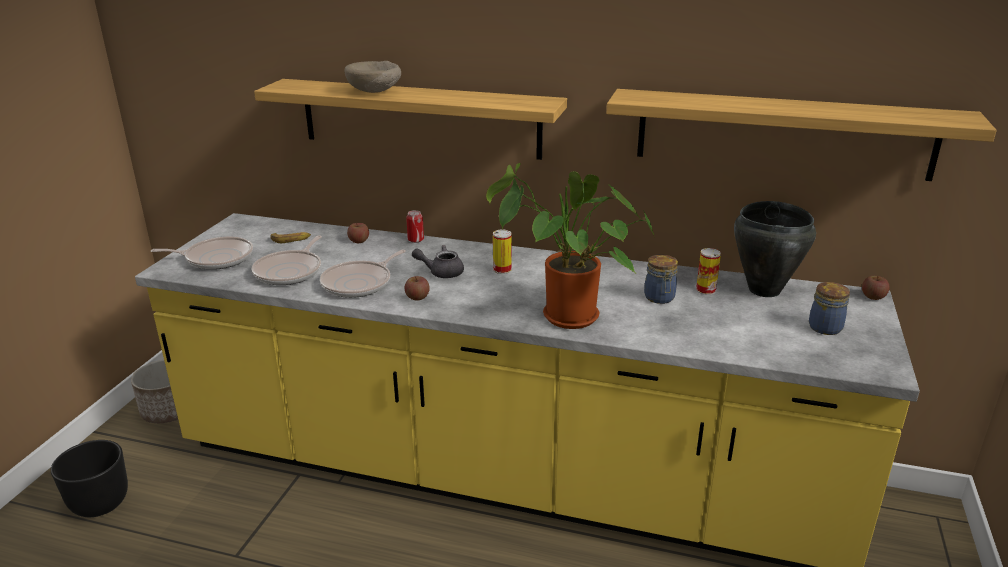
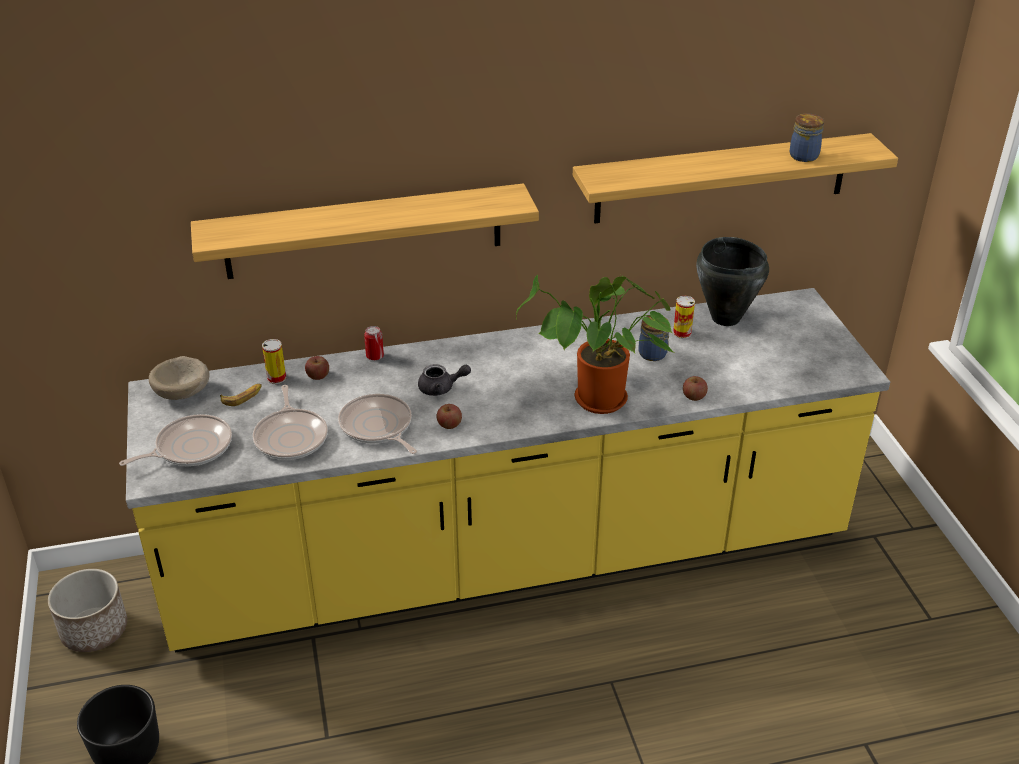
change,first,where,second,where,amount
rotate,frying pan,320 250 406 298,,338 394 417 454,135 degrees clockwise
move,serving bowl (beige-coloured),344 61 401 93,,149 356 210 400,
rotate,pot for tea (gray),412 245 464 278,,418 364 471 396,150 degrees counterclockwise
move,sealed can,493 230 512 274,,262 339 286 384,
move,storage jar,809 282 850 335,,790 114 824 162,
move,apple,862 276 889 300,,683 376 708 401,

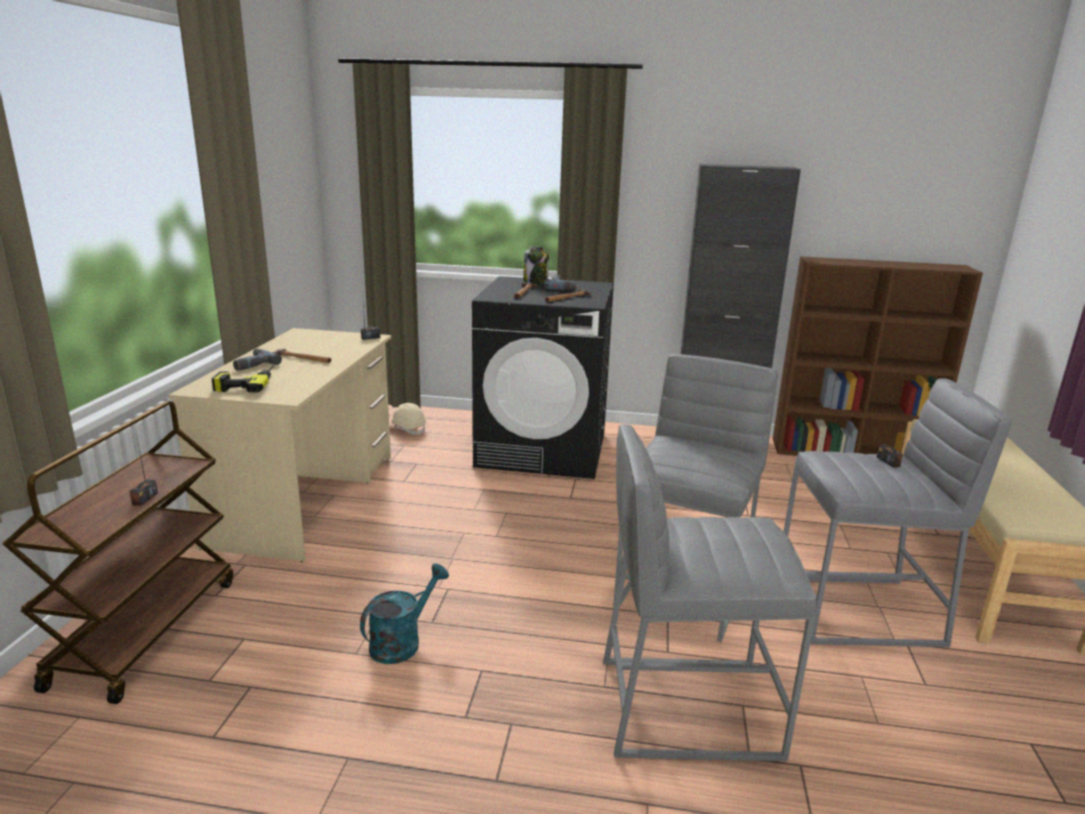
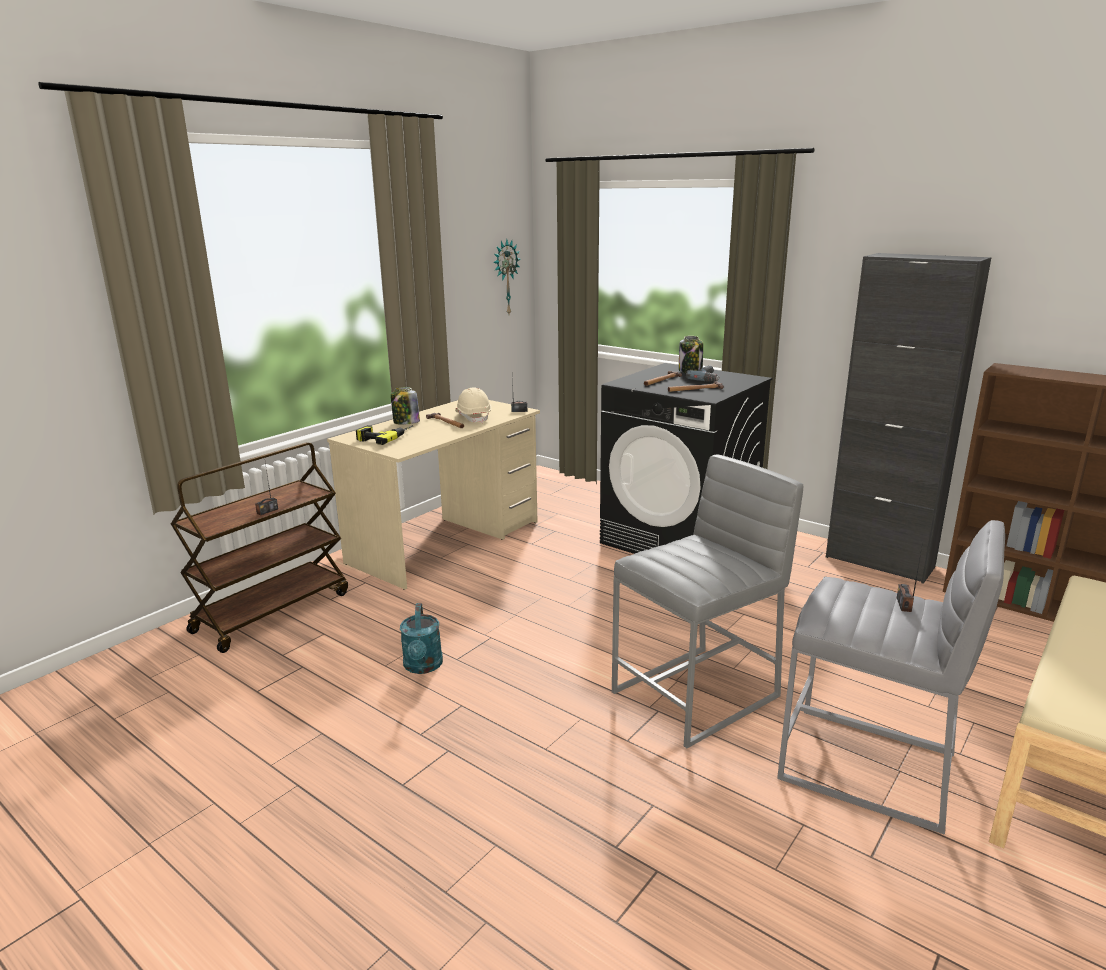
change,first,where,second,where,amount
replace,power drill,233 348 282 371,storage jar,391 387 420 425,
rotate,watering pot (blue-green),360 563 449 664,,400 603 443 674,105 degrees clockwise
move,work helmet (beige-coloured),389 403 427 435,,455 387 492 423,
delete,stool (gray),603 424 817 761,,,
insert,,,clock on the wall,493 239 521 314,

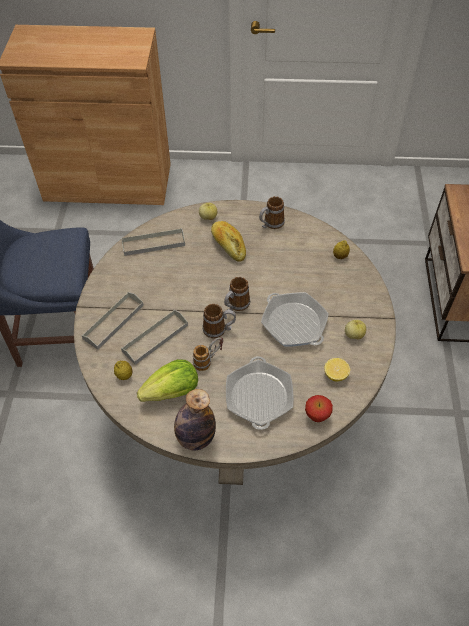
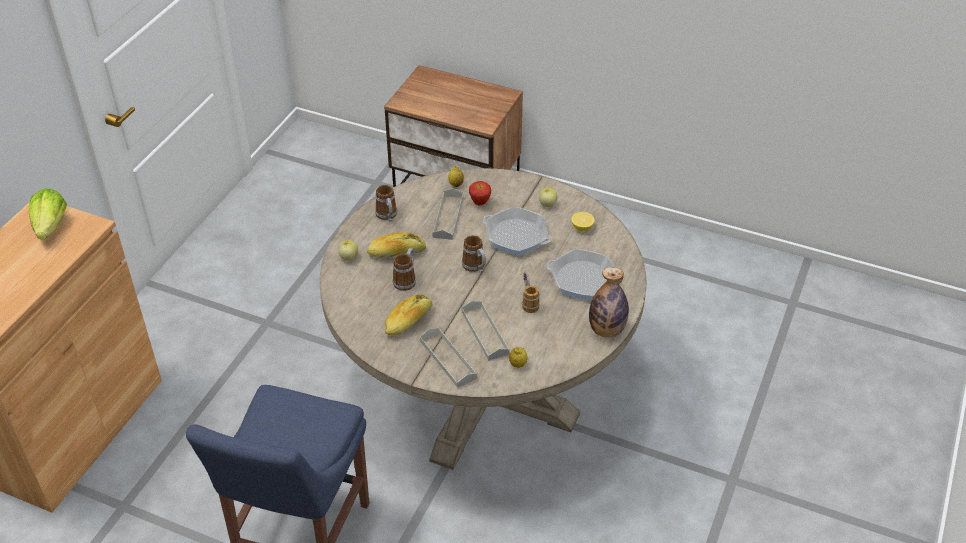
change,first,where,second,where,amount
move,tray (gray),122 228 185 256,,432 188 463 240,
move,lettuce head,137 359 198 402,,29 188 67 240,
move,tea mug,203 304 236 339,,393 248 416 291,
rotate,frying pan,261 292 329 347,,483 207 552 256,45 degrees clockwise
move,apple,305 395 333 422,,469 181 491 205,
insert,,,bakery bread,385 294 432 336,

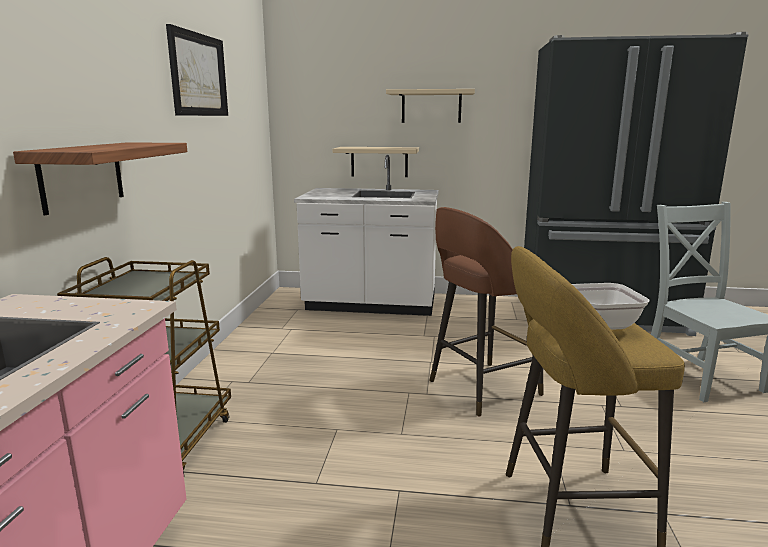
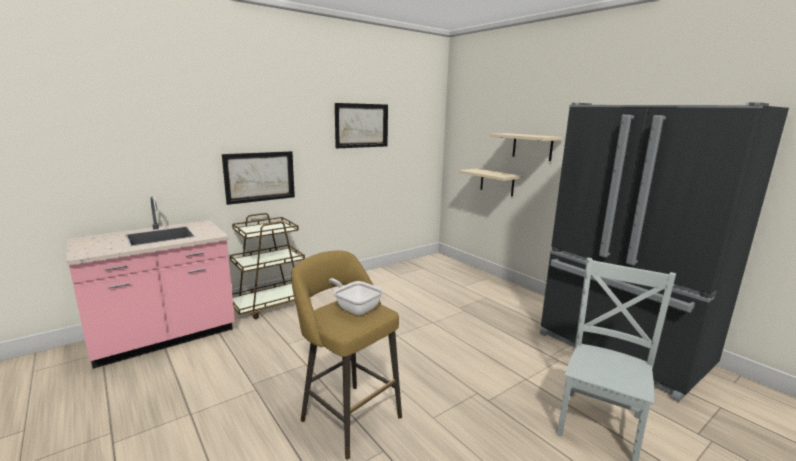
change,first,where,second,where,amount
replace,wall shelf,13 142 187 215,wall art,222 151 295 205,
delete,kitchen counter (white-coloured),294 155 439 316,,,
delete,stool (brown-coloured),429 207 544 416,,,

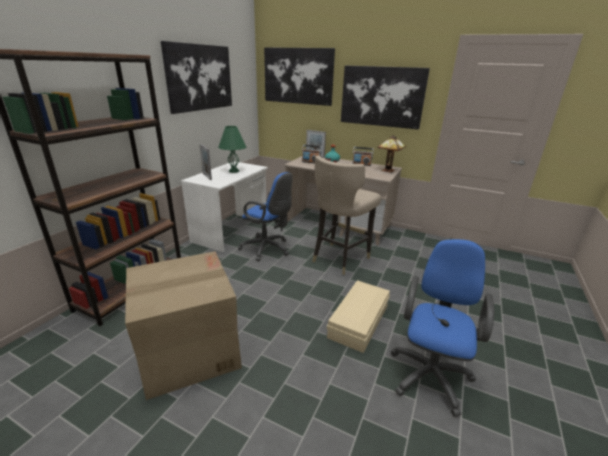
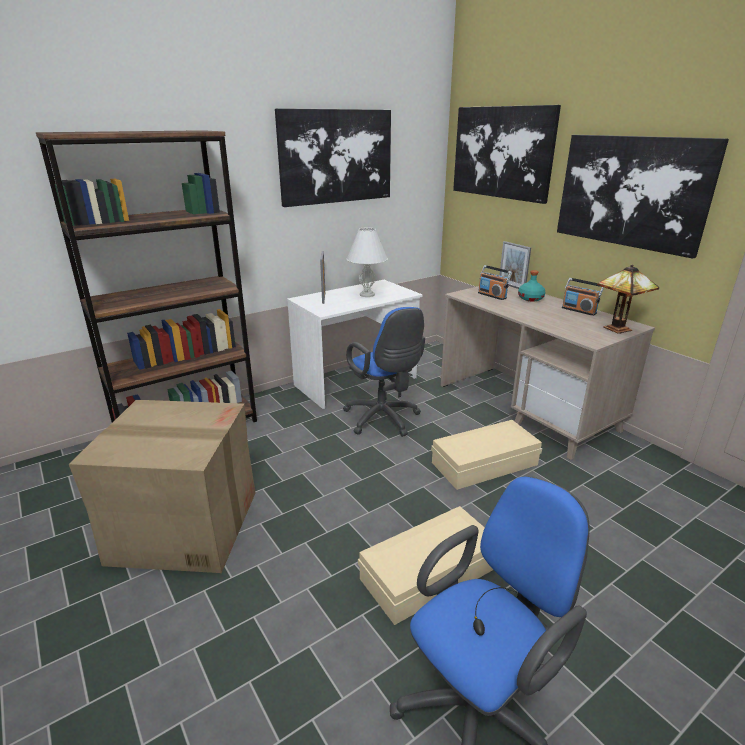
change,first,where,second,where,amount
recolor,table lamp (green),218 126 247 173,table lamp (white-coloured),347 227 388 297,
replace,stool (beige-coloured),312 155 381 275,storage container (beige-coloured),431 420 542 490,

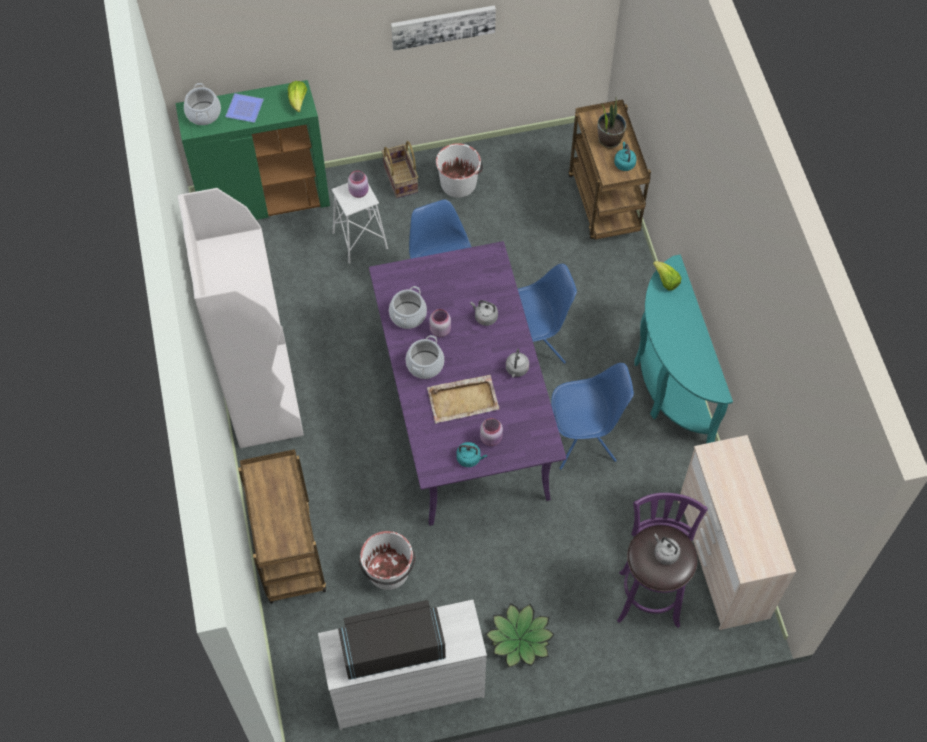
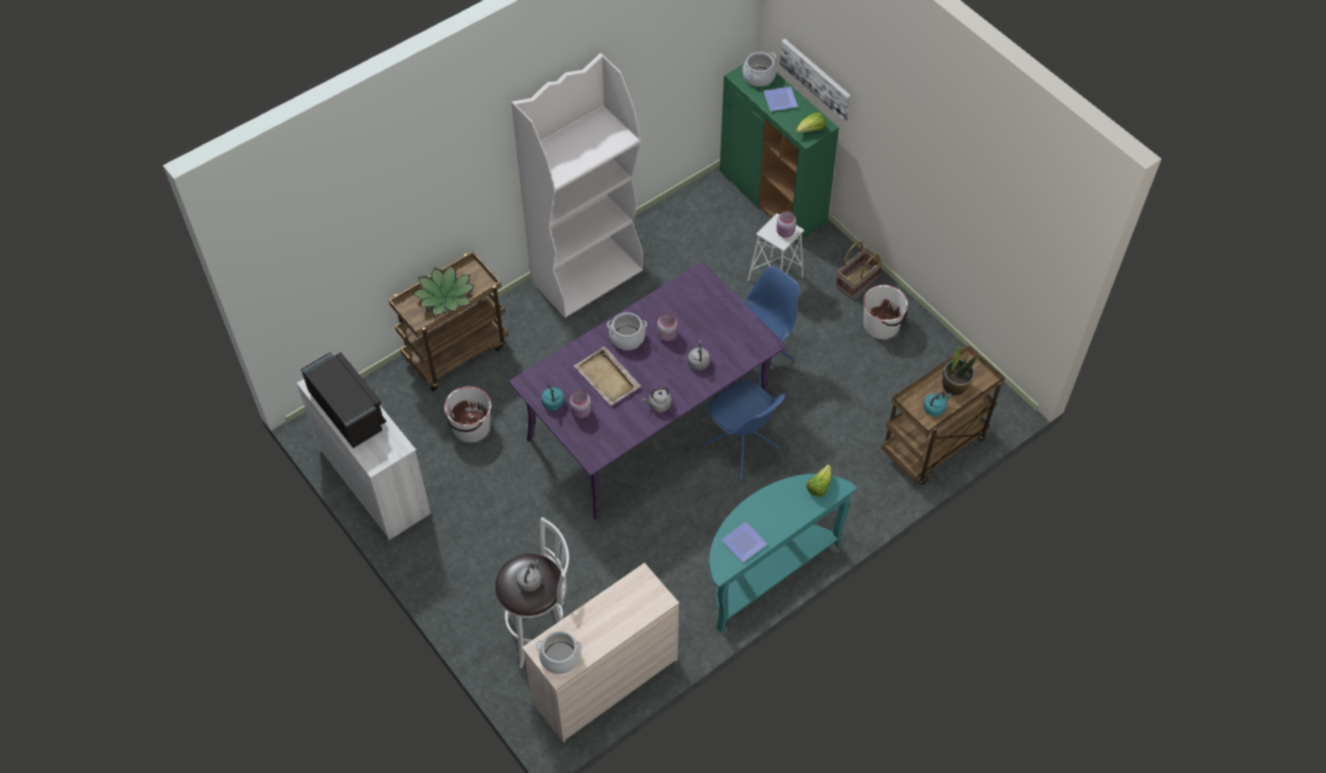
change,first,where,second,where,amount
move,stockpot,389 286 427 329,,536 631 582 674,
move,wall art,391 5 496 51,,780 39 851 121,
move,houseplant,486 603 555 668,,413 265 475 316,
delete,upright chair (bluish),551 363 634 469,,,
recolor,stool (purplish),617 493 708 628,stool (white-coloured),495 517 569 669,
insert,,,plate,721 521 767 563,

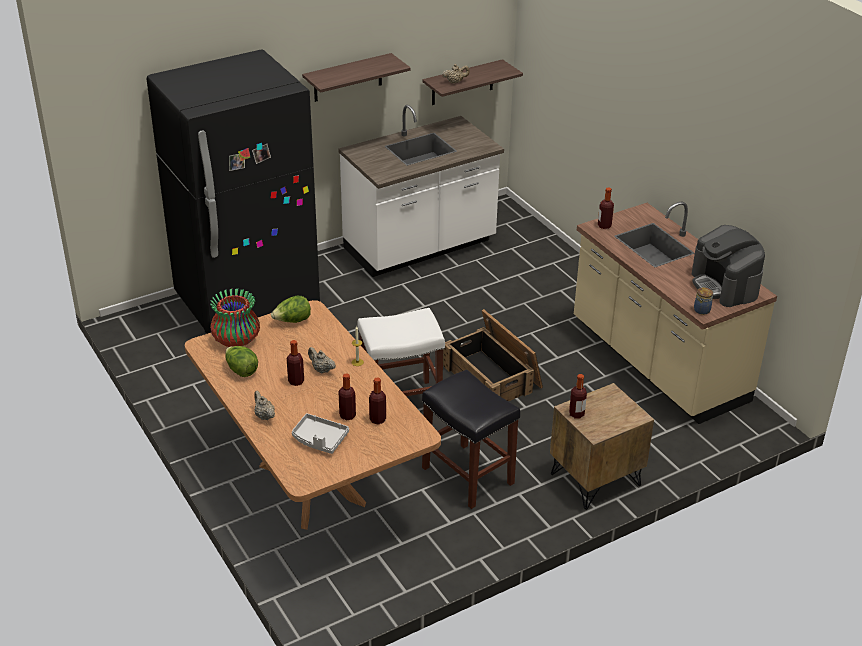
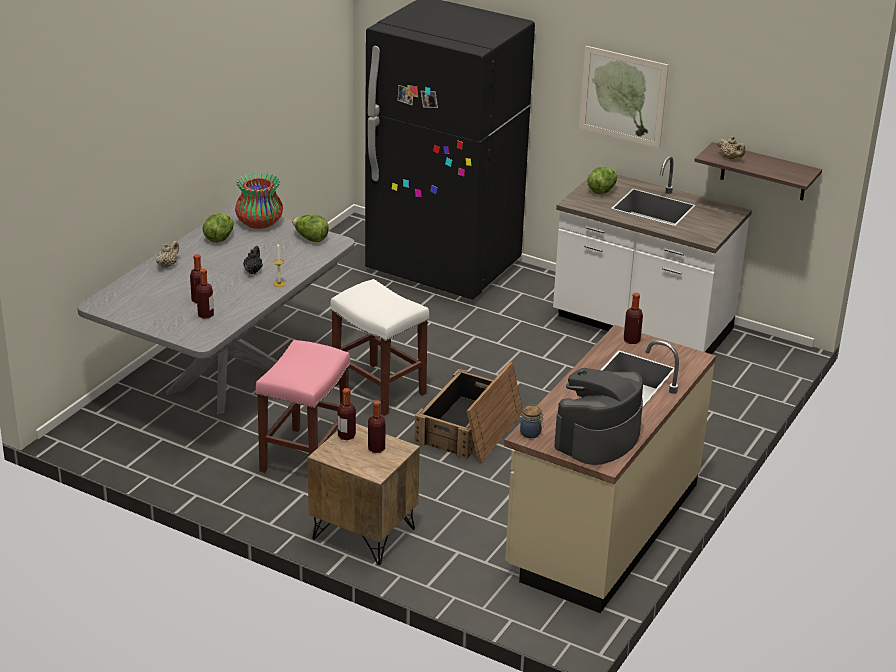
change,first,where,second,where,amount
recolor,kitchen table (brown-coloured),185 300 441 530,kitchen table (gray),78 205 354 414,
move,bottle,287 340 304 386,,368 400 386 453,
delete,tray (gray),292 413 349 454,,,
replace,wall shelf,302 53 411 102,wall art,579 46 669 149,
recolor,pot for tea (beige-coloured),308 347 336 373,pot for tea (black),243 246 263 274,
recolor,stool (black),422 369 520 509,stool (pink-coloured),256 340 350 473,
insert,,,lettuce head,587 167 617 194,

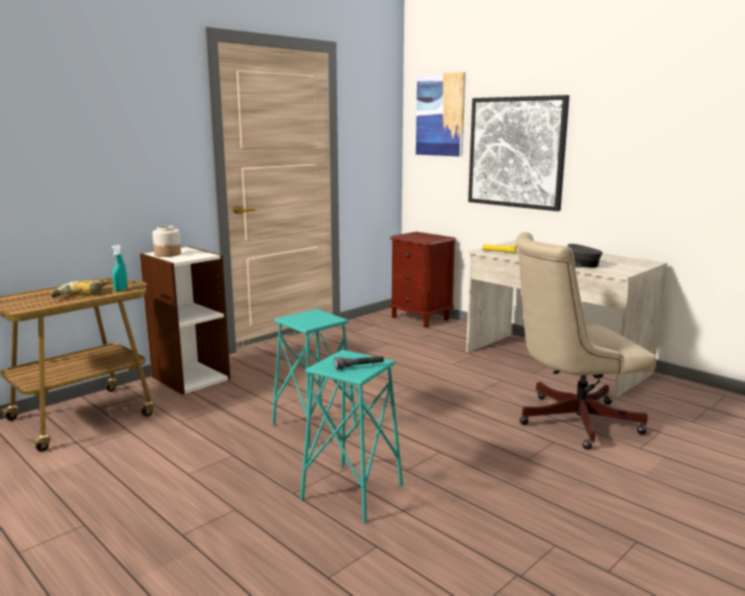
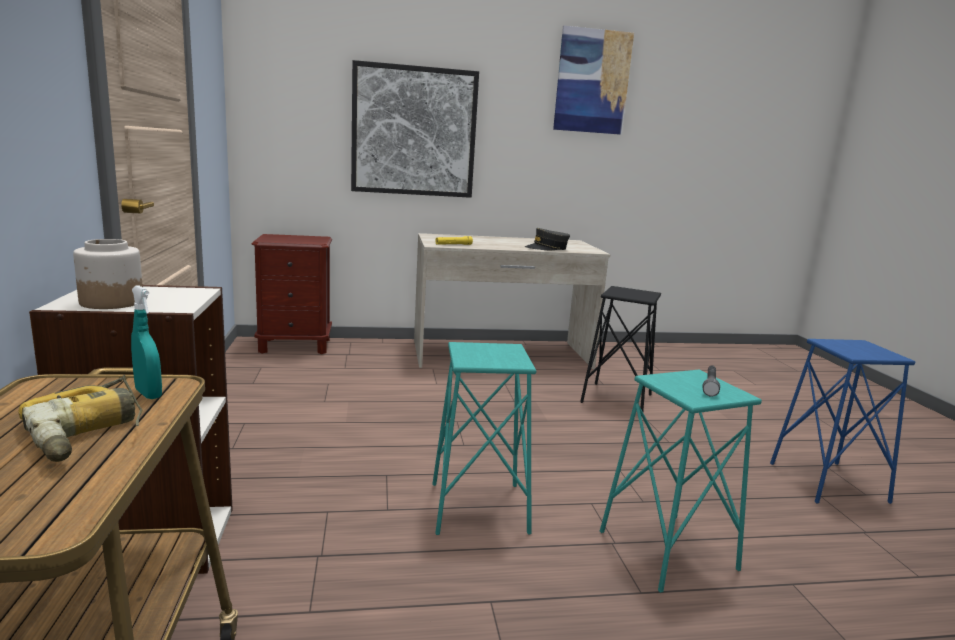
change,first,where,second,where,amount
move,wall art,416 72 466 157,,553 25 634 135,
replace,desk chair (beige-coloured),516 232 656 450,stool (black),580 286 661 412,
insert,,,stool (bluish),770 339 915 504,

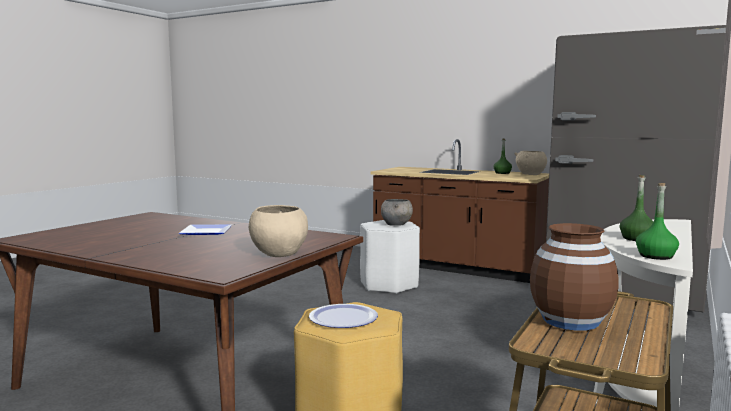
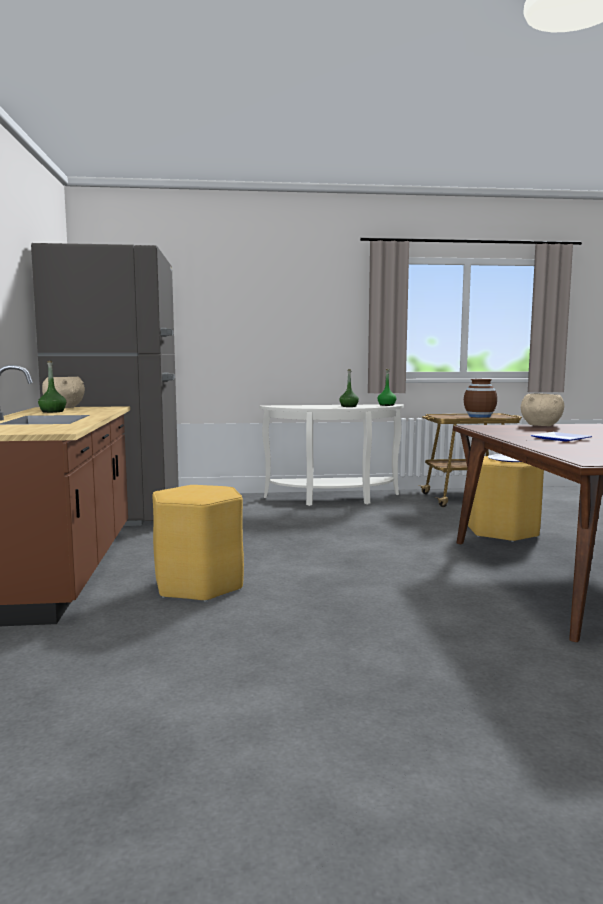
change,first,where,second,where,amount
recolor,stool (white-coloured),360 220 420 294,stool (yellowish),152 485 244 602,
delete,serving bowl (gray),381 199 413 226,,,

